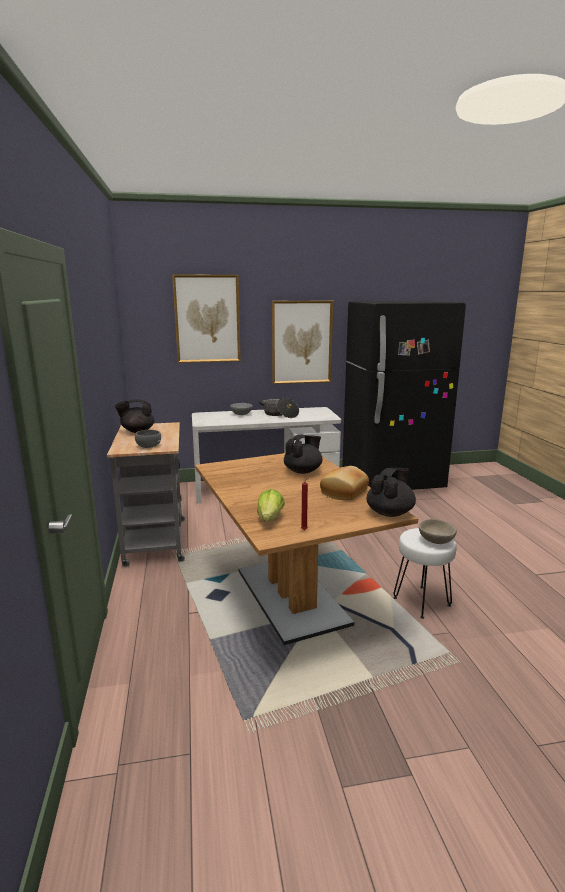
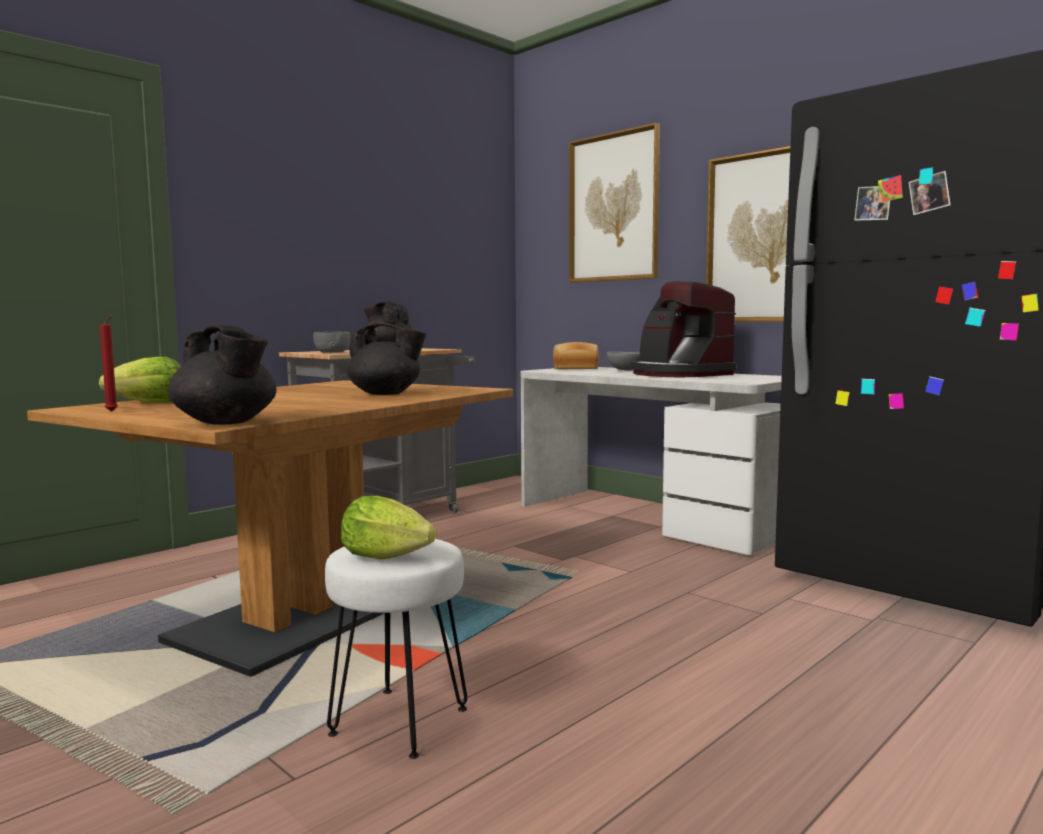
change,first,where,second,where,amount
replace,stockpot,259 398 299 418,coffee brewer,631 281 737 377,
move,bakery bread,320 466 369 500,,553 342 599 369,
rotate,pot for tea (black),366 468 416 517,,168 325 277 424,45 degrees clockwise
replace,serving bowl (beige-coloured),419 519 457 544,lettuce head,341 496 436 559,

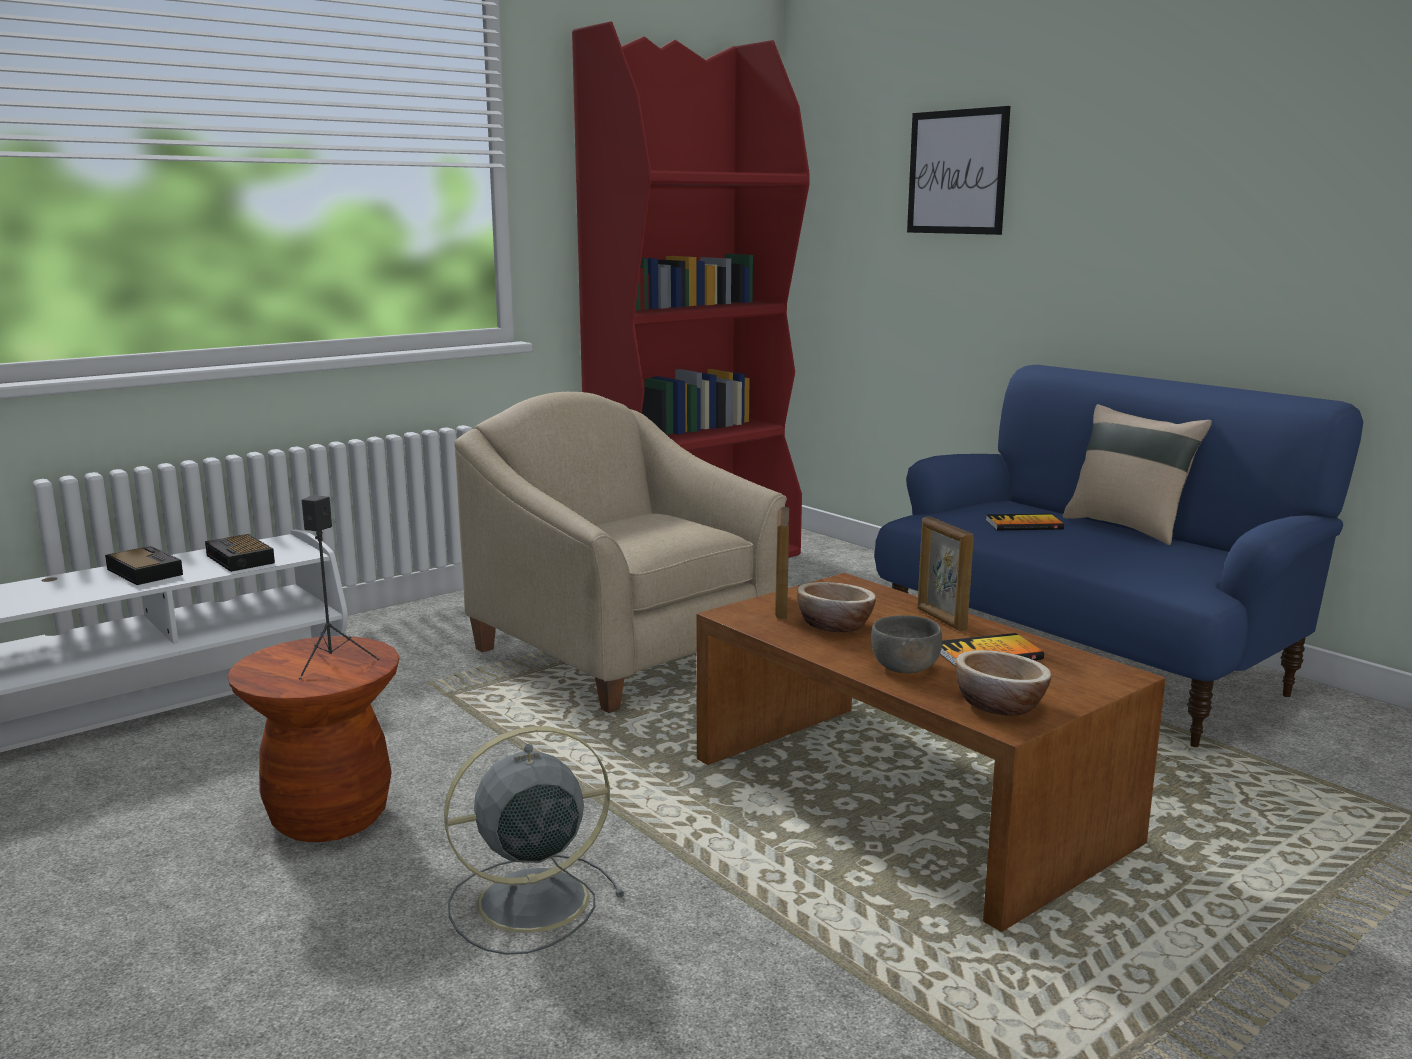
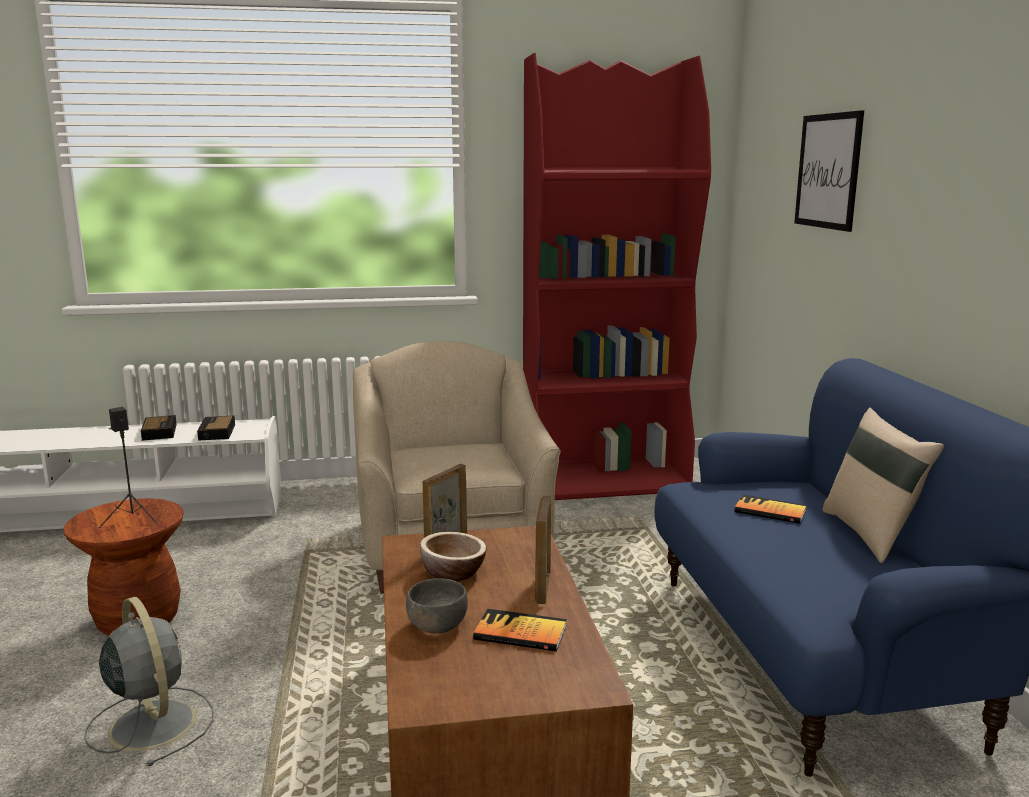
change,first,where,second,where,amount
rotate,electric fan (gray),444 726 625 955,,84 597 213 767,45 degrees clockwise
delete,serving bowl,955 650 1052 715,,,

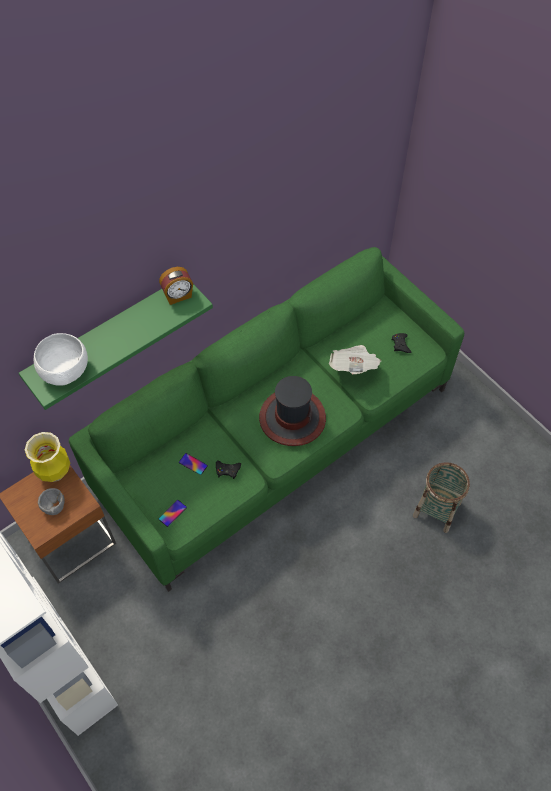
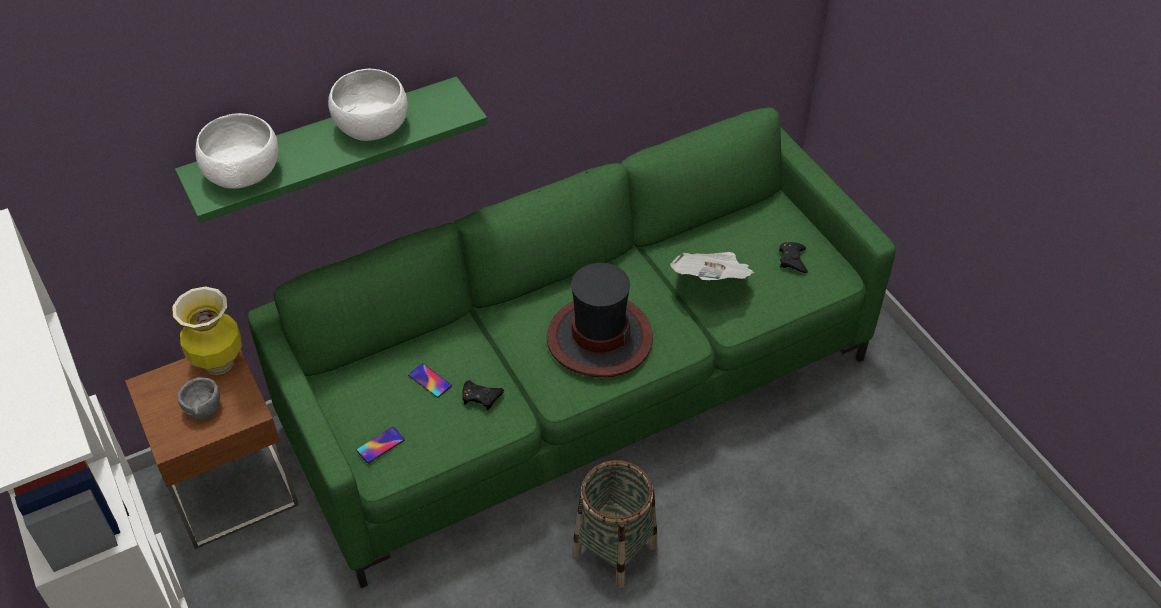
change,first,where,second,where,amount
delete,table clock,159 267 193 305,,,
move,household basket,413 462 470 533,,572 460 657 588,
insert,,,serving bowl (white-coloured),328 69 408 141,

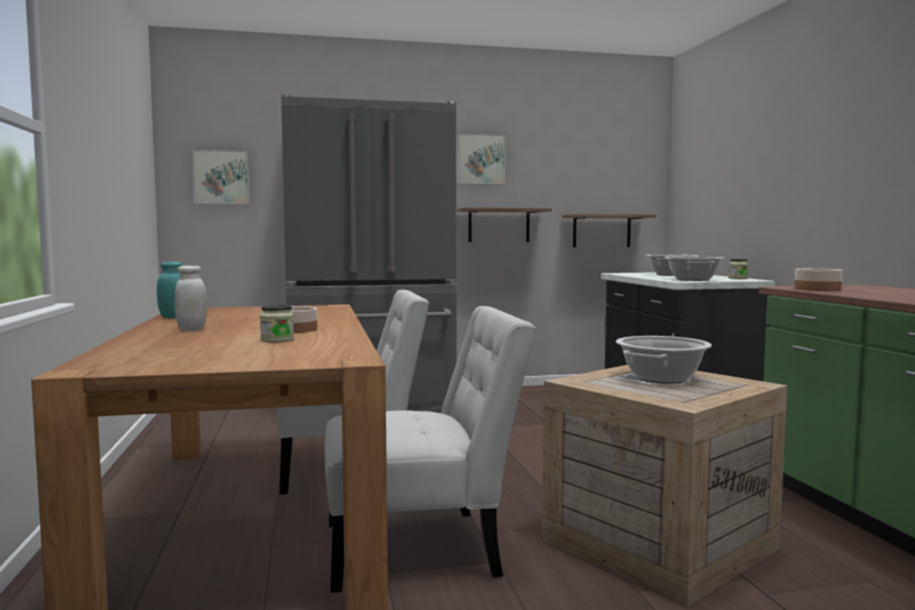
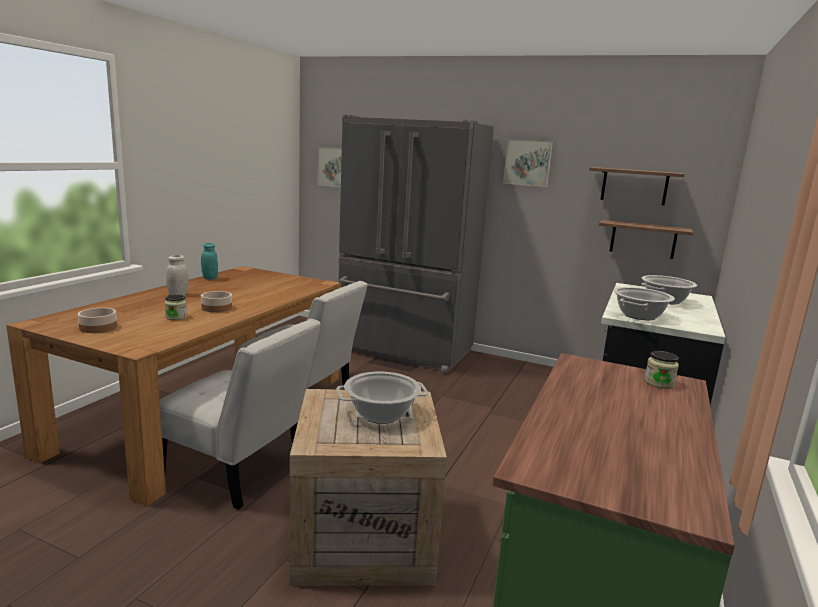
change,first,where,second,where,amount
move,wall shelf,456 207 552 242,,589 167 685 205,
move,storage jar,728 259 749 279,,644 351 679 388,
move,serving bowl,795 268 842 291,,78 308 117 333,

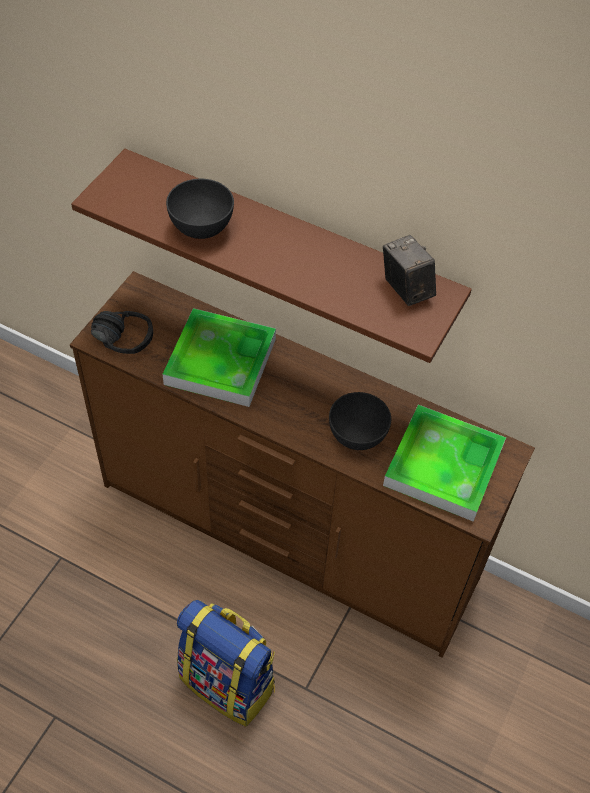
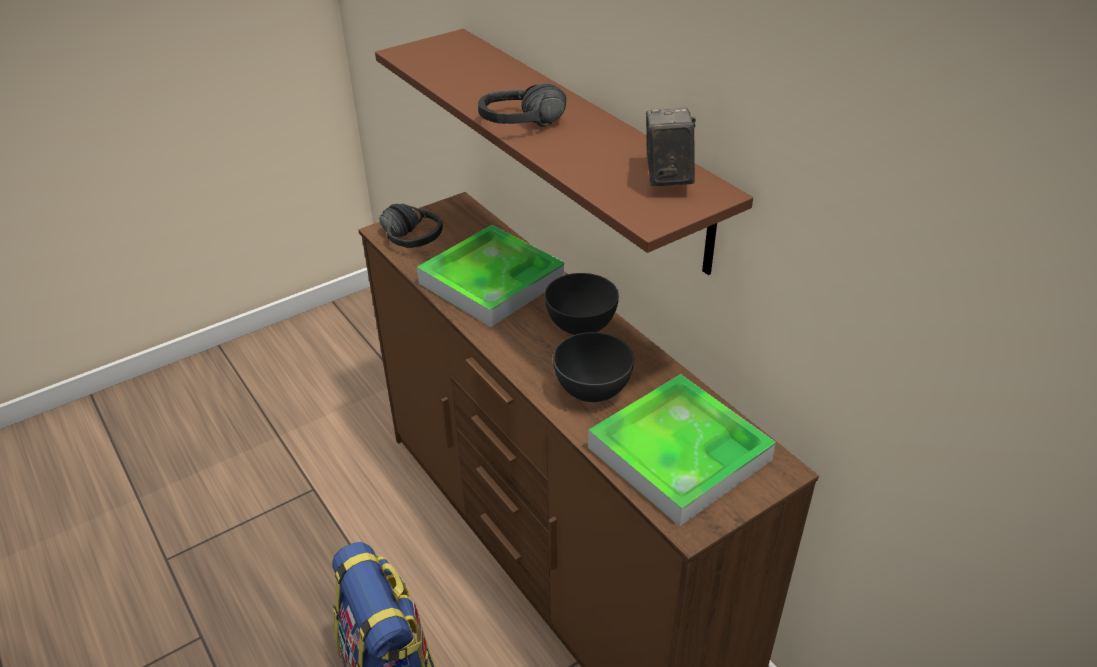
change,first,where,second,where,amount
move,serving bowl (gray),166 179 234 239,,544 273 619 335,
insert,,,headset (black),478 84 566 127,

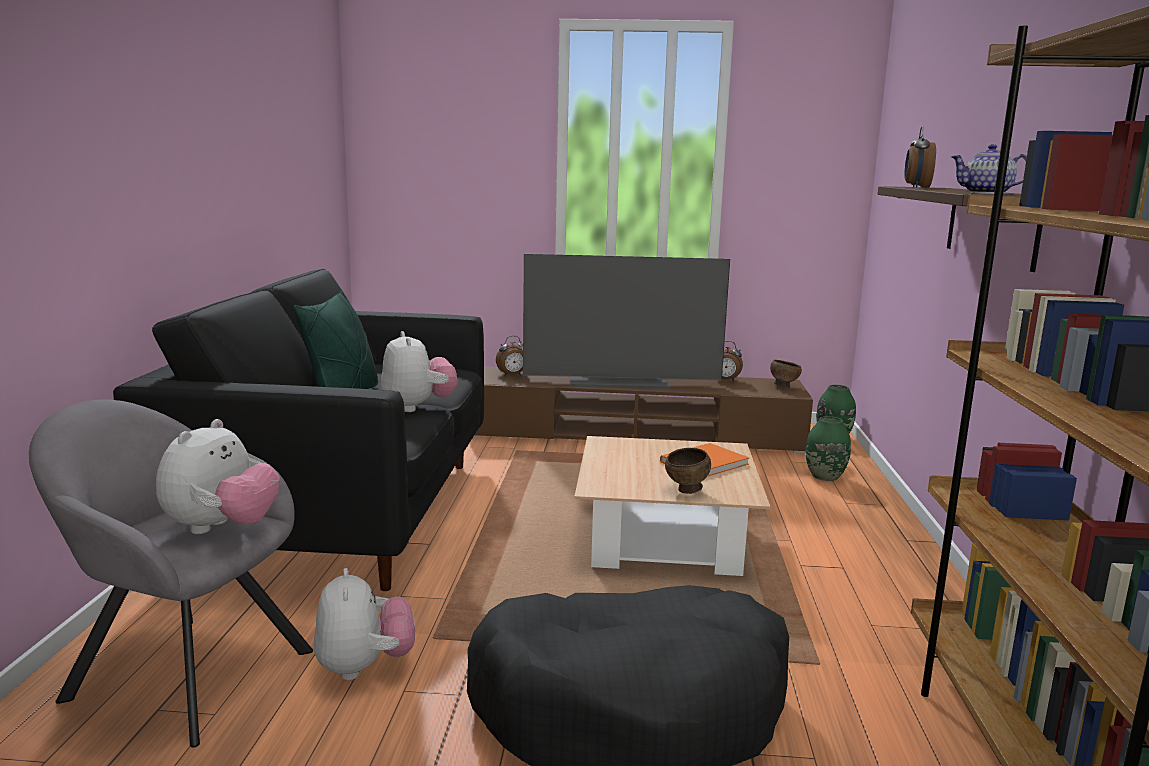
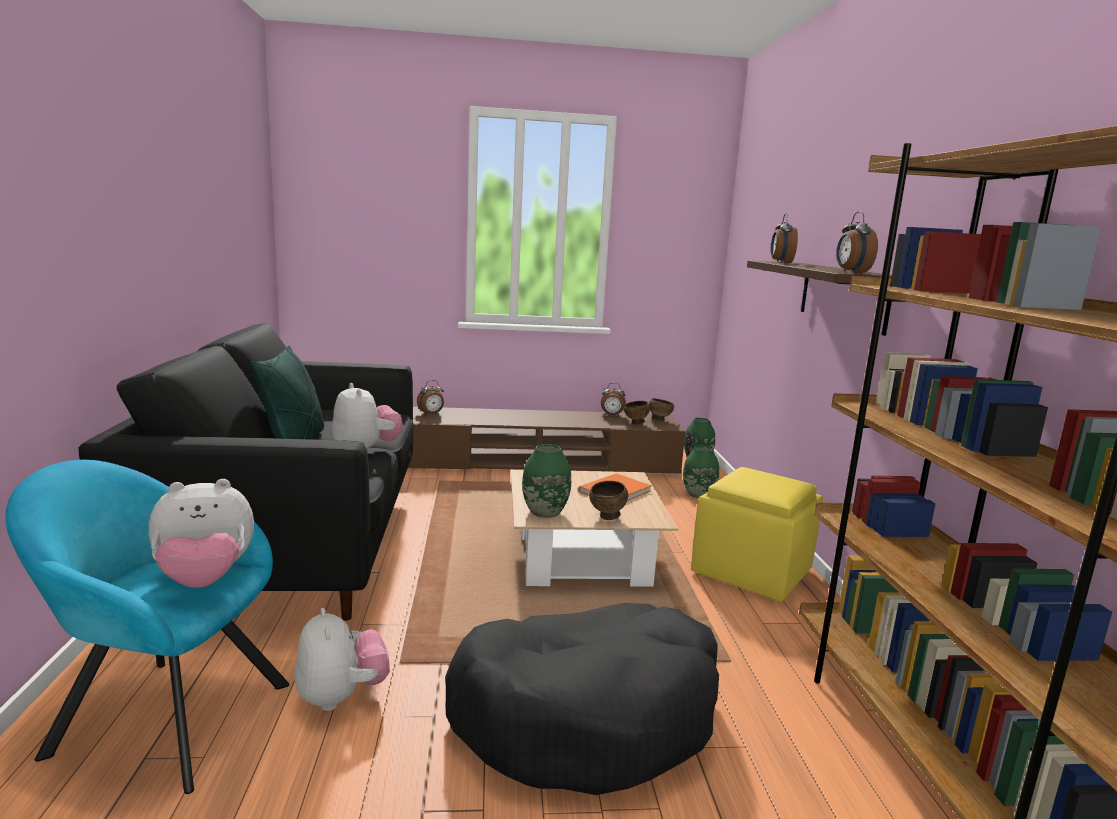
change,first,where,second,where,amount
recolor,easy chair (gray),29 400 313 747,easy chair (blue-green),5 460 290 794,
rotate,plush toy,156 419 280 534,,149 479 254 588,60 degrees clockwise
delete,TV,523 254 730 389,,,
replace,pot for tea,951 144 1027 194,table clock,837 211 878 273,
insert,,,decorative vase (green),522 444 571 518,
insert,,,serving bowl (brown-coloured),624 401 650 425,
insert,,,ottoman (yellowish),691 467 823 602,

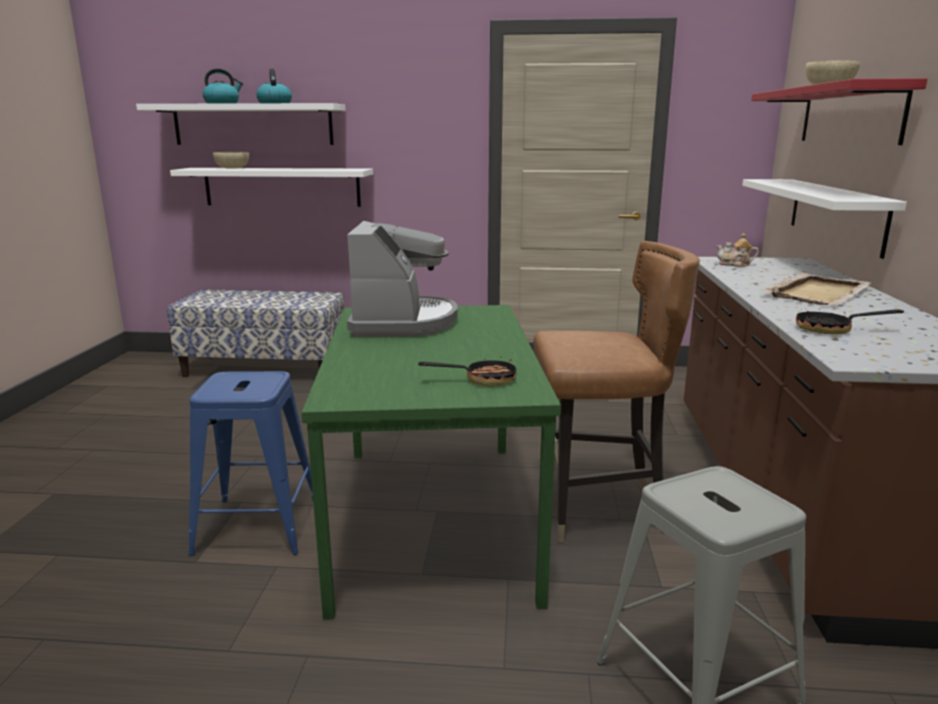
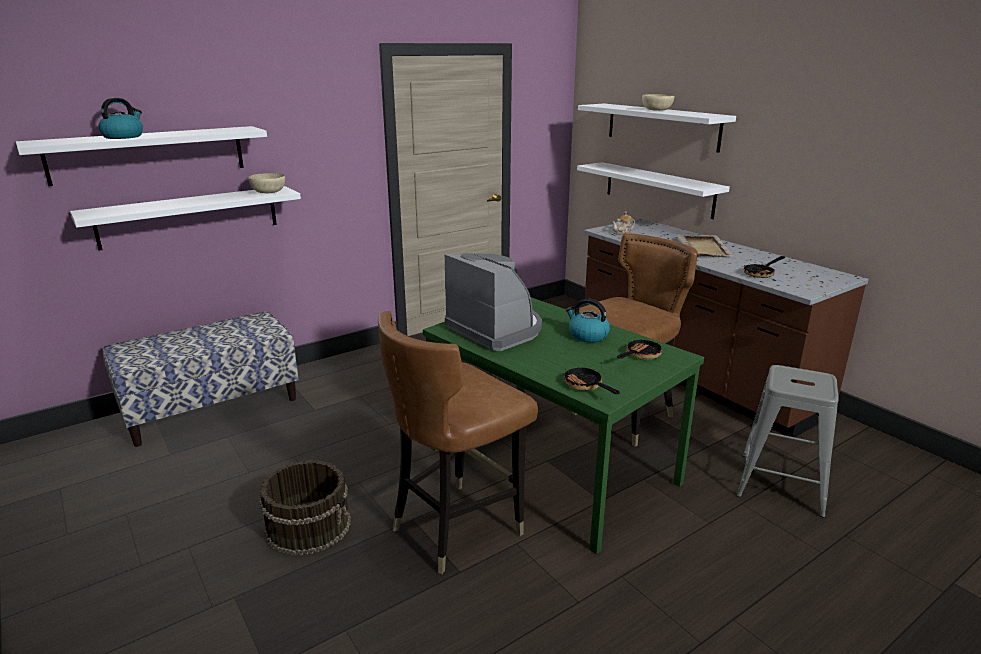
change,first,where,second,where,amount
replace,stool (bluish),189 371 313 556,upright chair (brown-coloured),378 311 538 574,
move,serving bowl (beige-coloured),213 152 249 169,,248 173 285 193,
move,kettle,256 69 292 103,,566 299 610 342,
recolor,wall shelf (reddish),751 78 927 145,wall shelf (white-coloured),578 104 736 153,
insert,,,water bucket (brown-coloured),260 460 351 556,
insert,,,frying pan,563 366 620 394,

